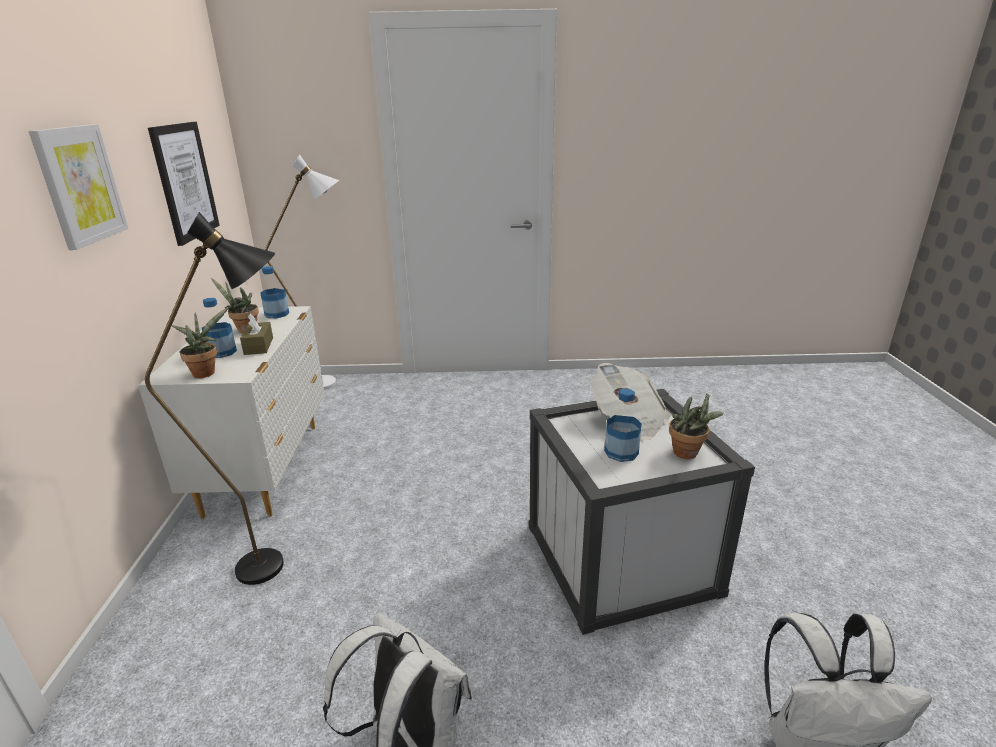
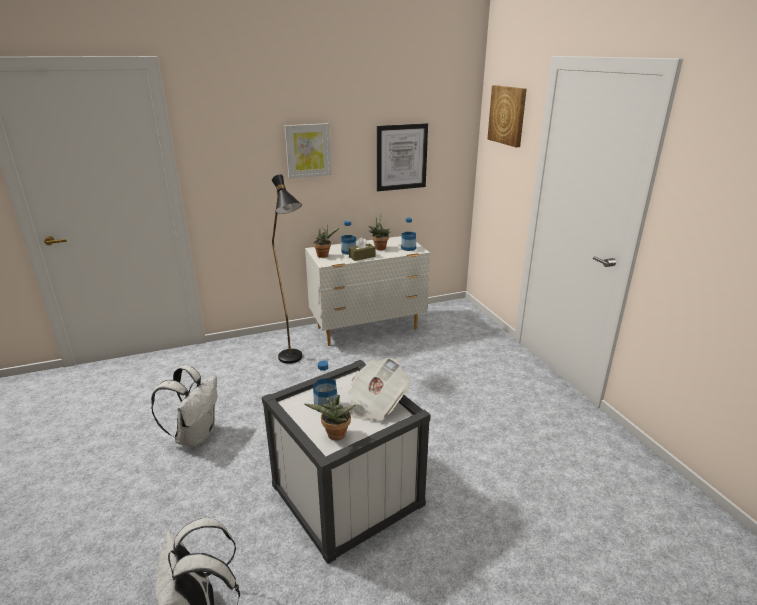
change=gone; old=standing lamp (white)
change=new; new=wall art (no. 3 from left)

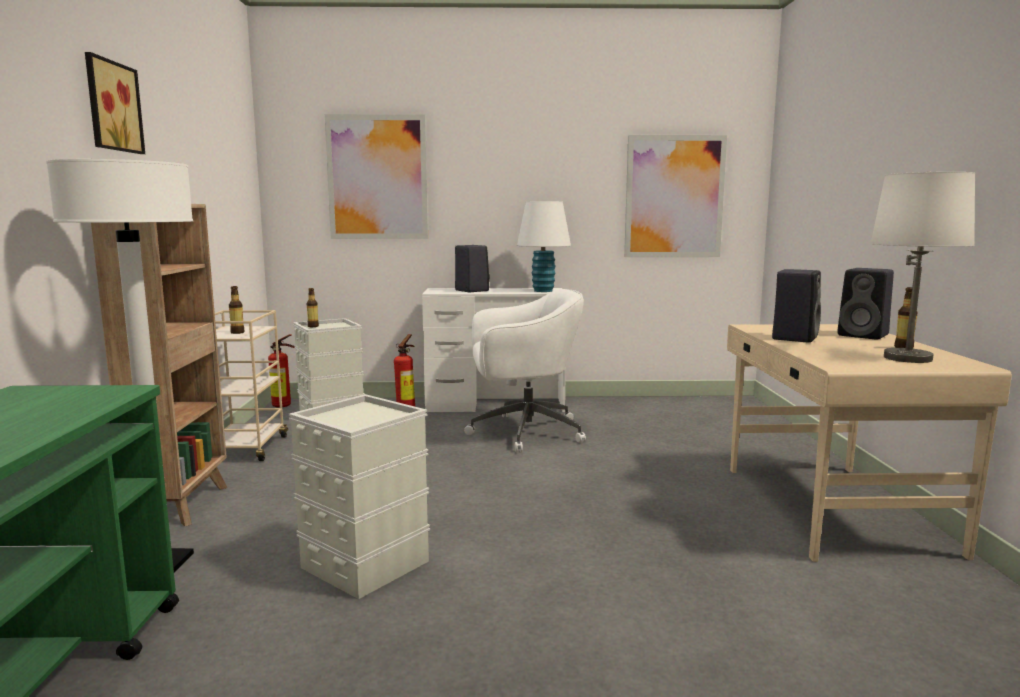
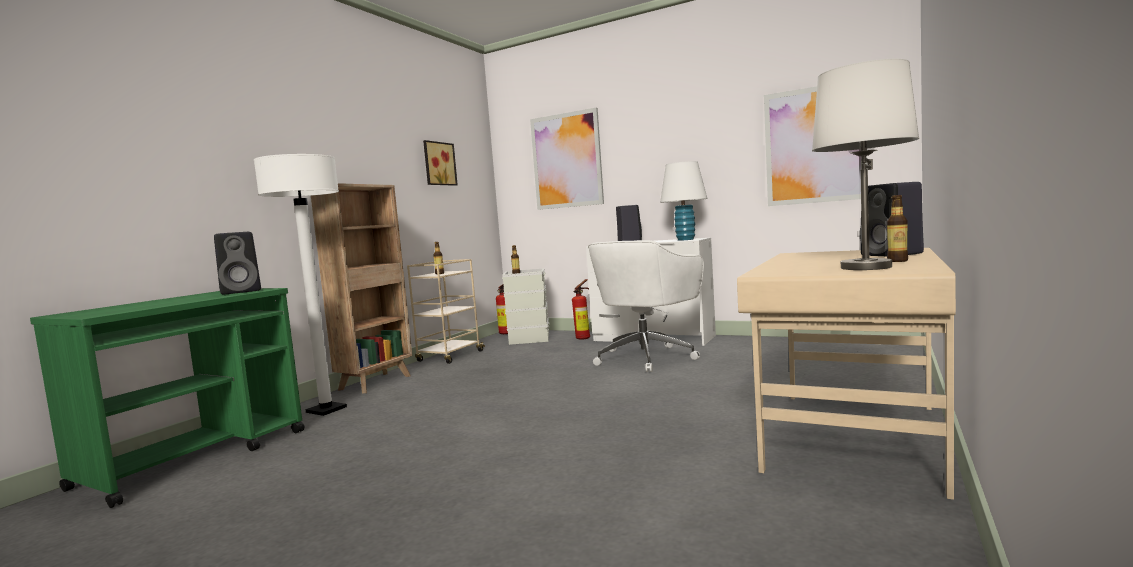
change=shifted; old=wall art (no. 1 from left)
change=gone; old=storage bin (greyish) (no. 2 from left)
change=rotated; old=desk chair (white); degrees=105
change=shifted; old=loudspeaker (black) (no. 2 from left in the first image); new=loudspeaker (black) (no. 1 from left)

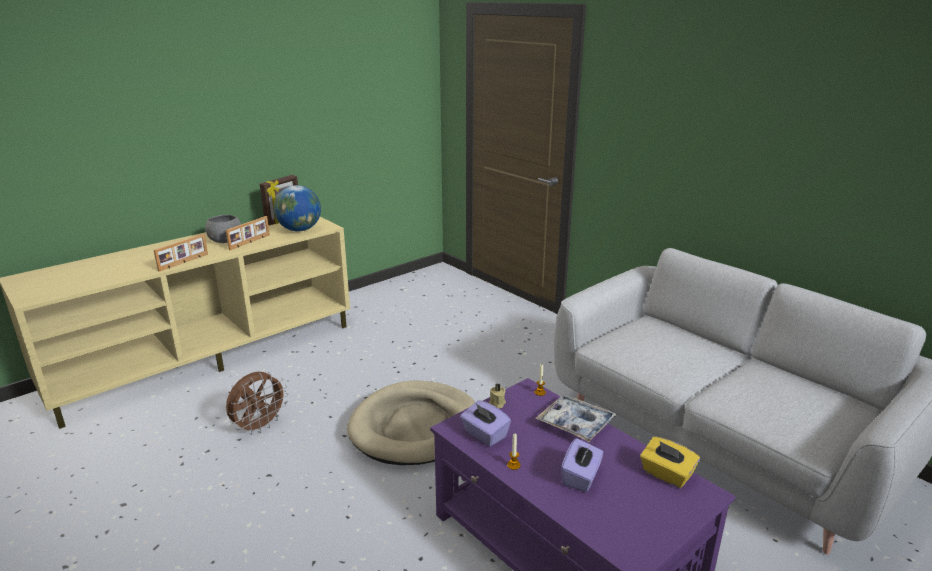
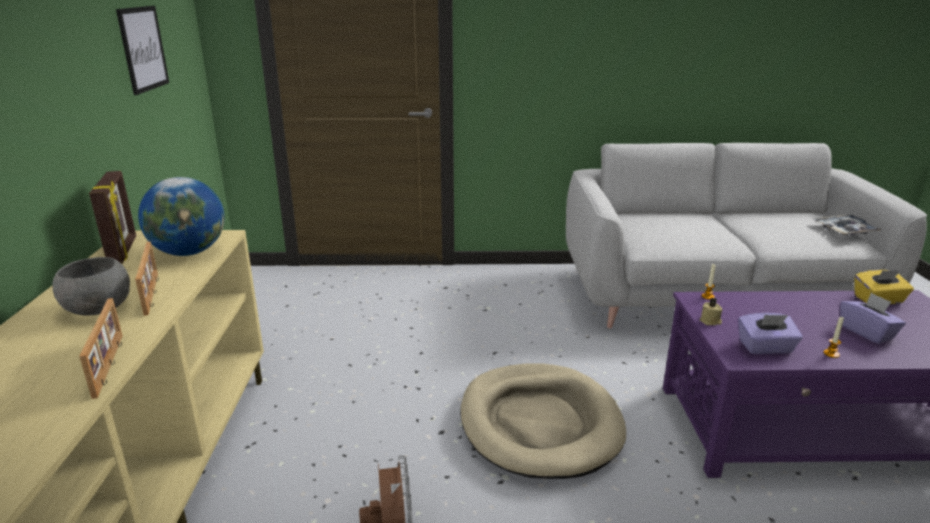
change=shifted; old=serving tray
change=new; new=wall art

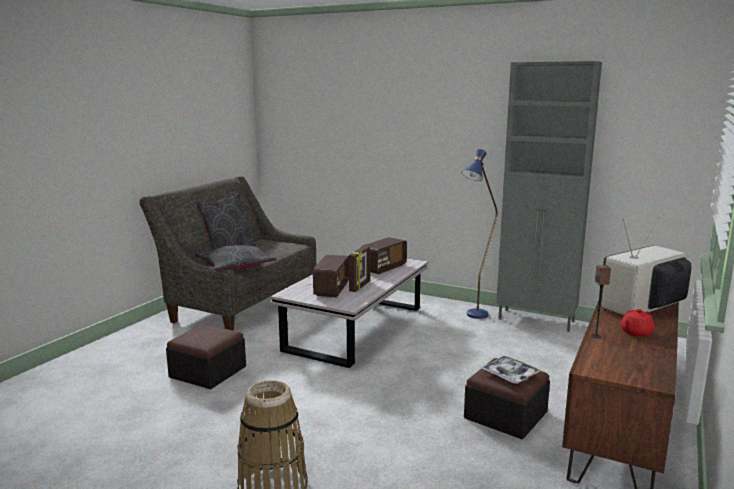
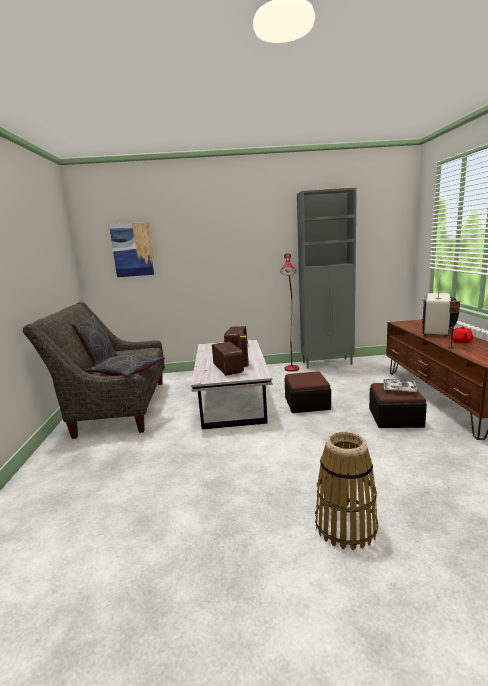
change=shifted; old=footrest (no. 1 from left)
change=repainted; old=standing lamp (blue-coloured); new=standing lamp (reddish)
change=new; new=wall art

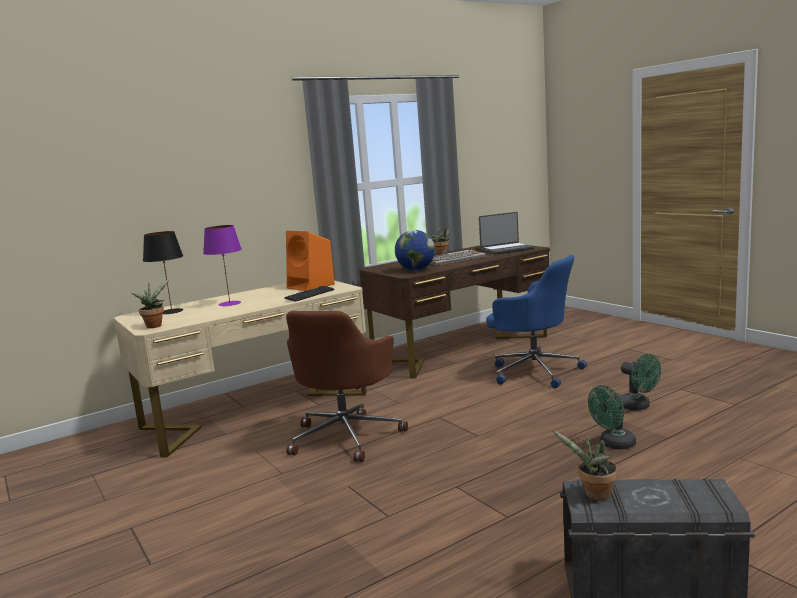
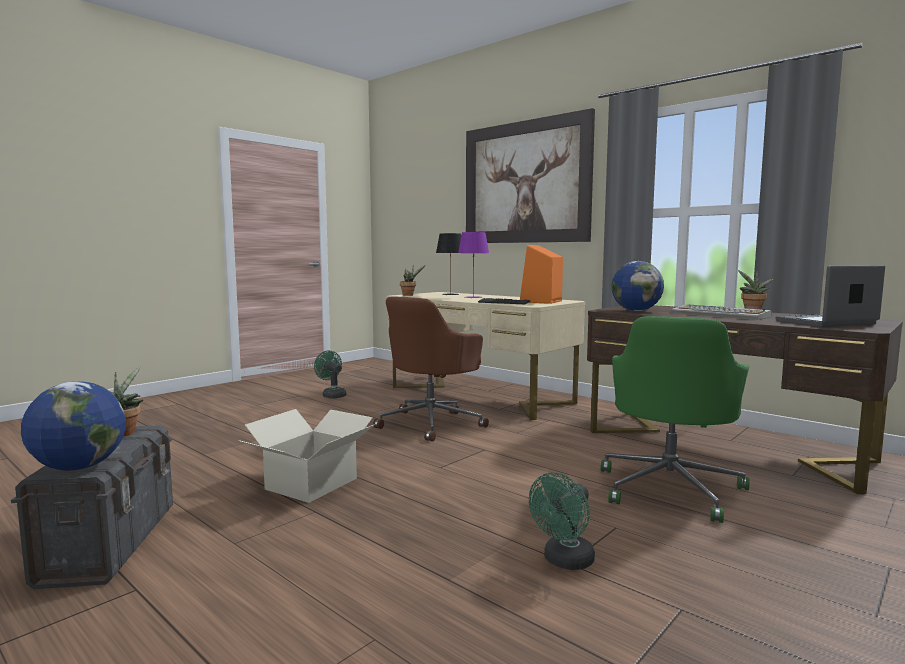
change=rotated; old=desk chair (brown-coloured); degrees=-60
change=rotated; old=notebook computer; degrees=105
change=repainted; old=desk chair (blue-coloured); new=desk chair (green)
change=shifted; old=cooling fan (green) (no. 1 from left)
change=new; new=desk globe (no. 1 from left)
change=new; new=carton
change=new; new=wall art

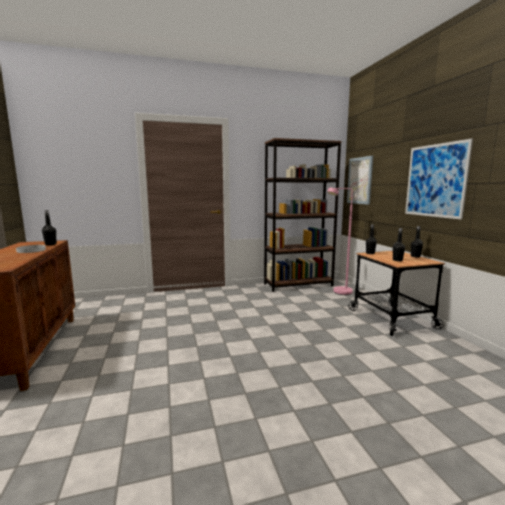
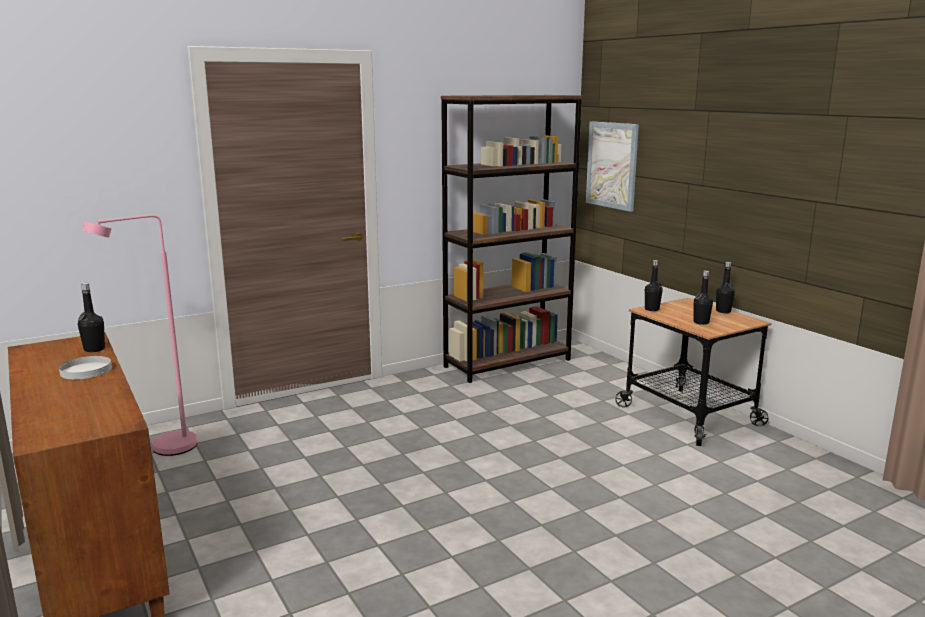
change=shifted; old=standing lamp (pink-coloured)
change=gone; old=wall art (no. 2 from left)

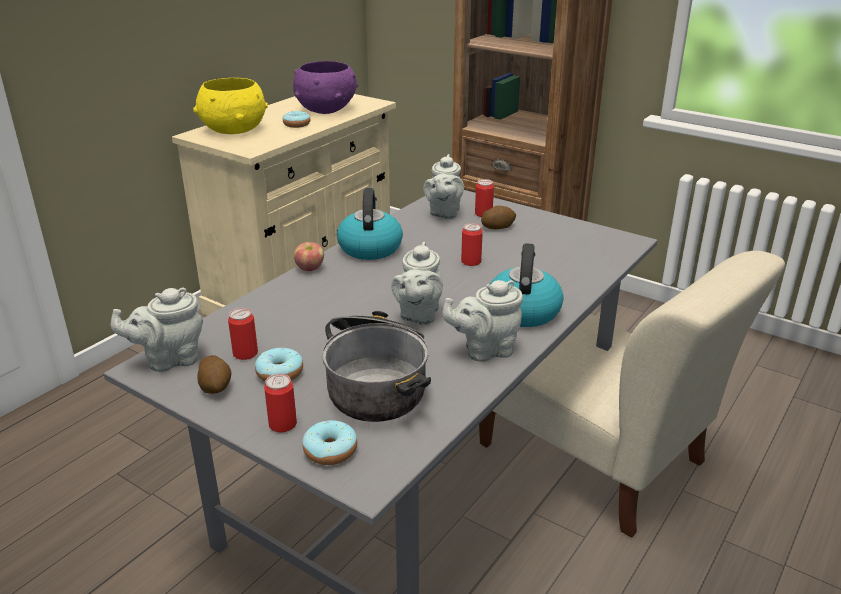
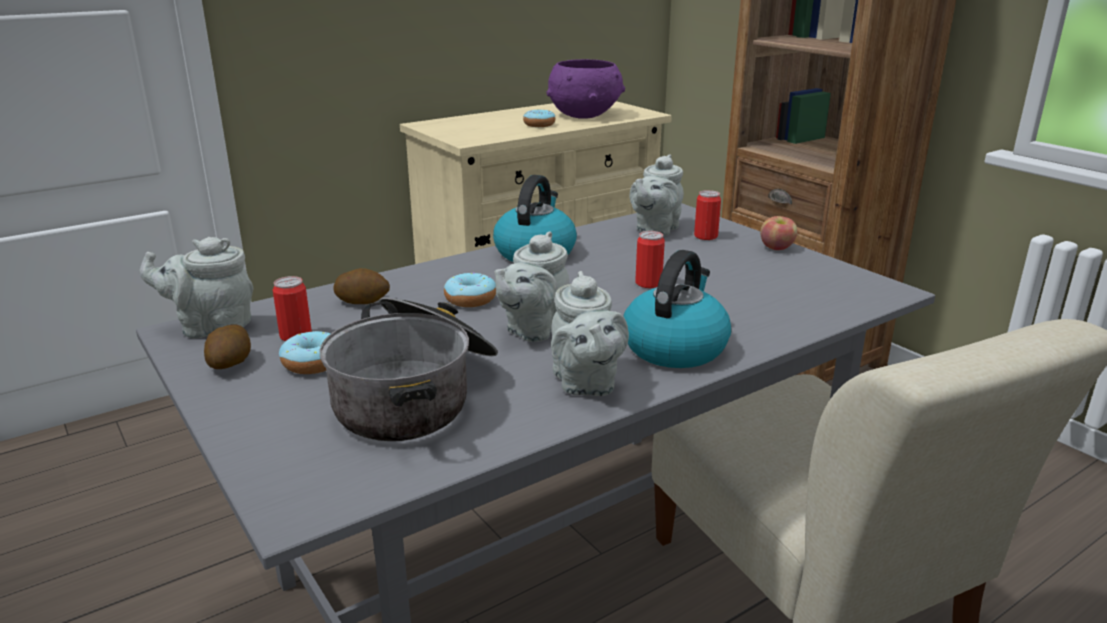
change=gone; old=deep dish (yellow)
change=gone; old=can (no. 2 from left)
change=shifted; old=apple fruit
change=shifted; old=doughnut (no. 3 from left in the first image); new=doughnut (no. 2 from left)
change=rotated; old=tea pot (greyish) (no. 4 from left in the first image); degrees=-105
change=shifted; old=spud (no. 2 from left)

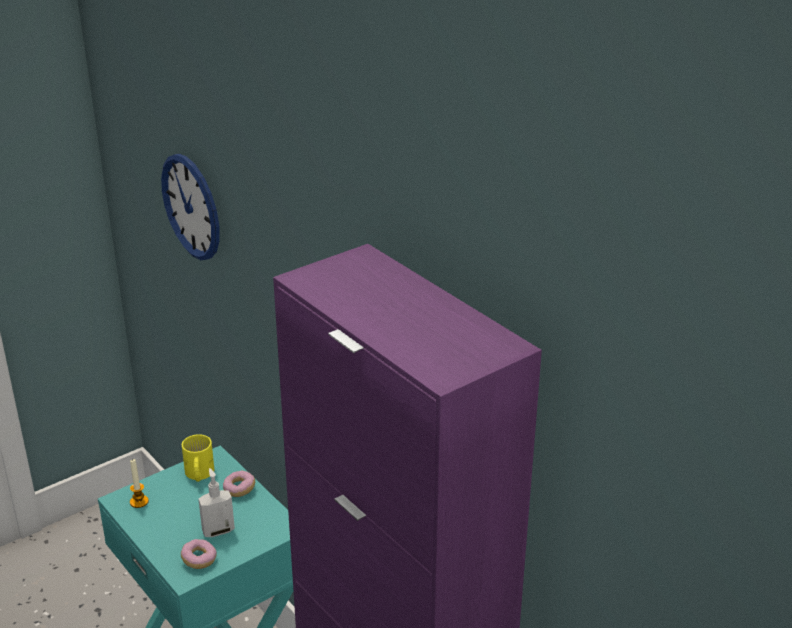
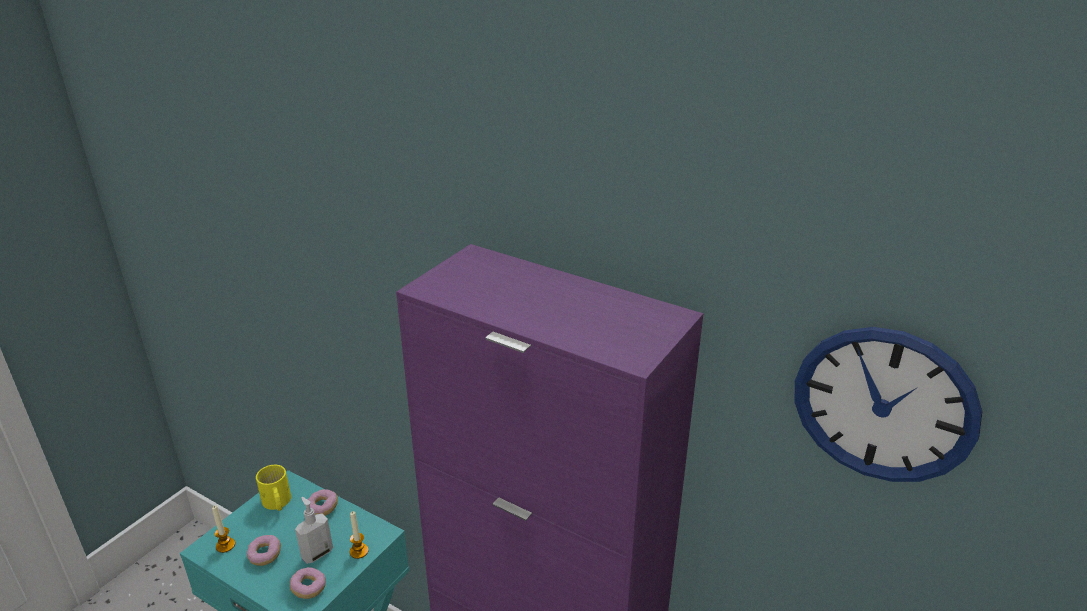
change=shifted; old=wall clock
change=new; new=doughnut (no. 1 from left)
change=new; new=wax light (no. 2 from left)

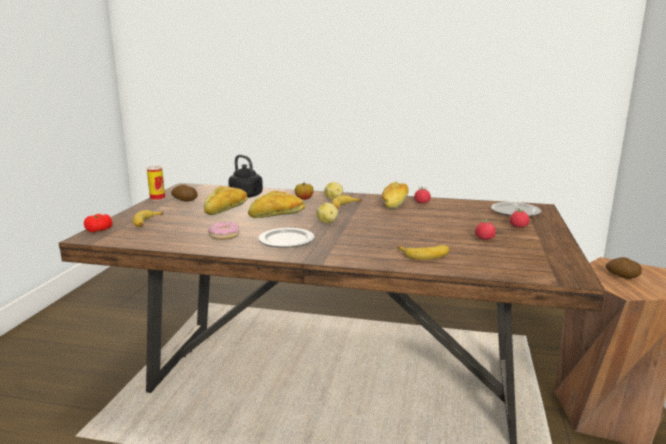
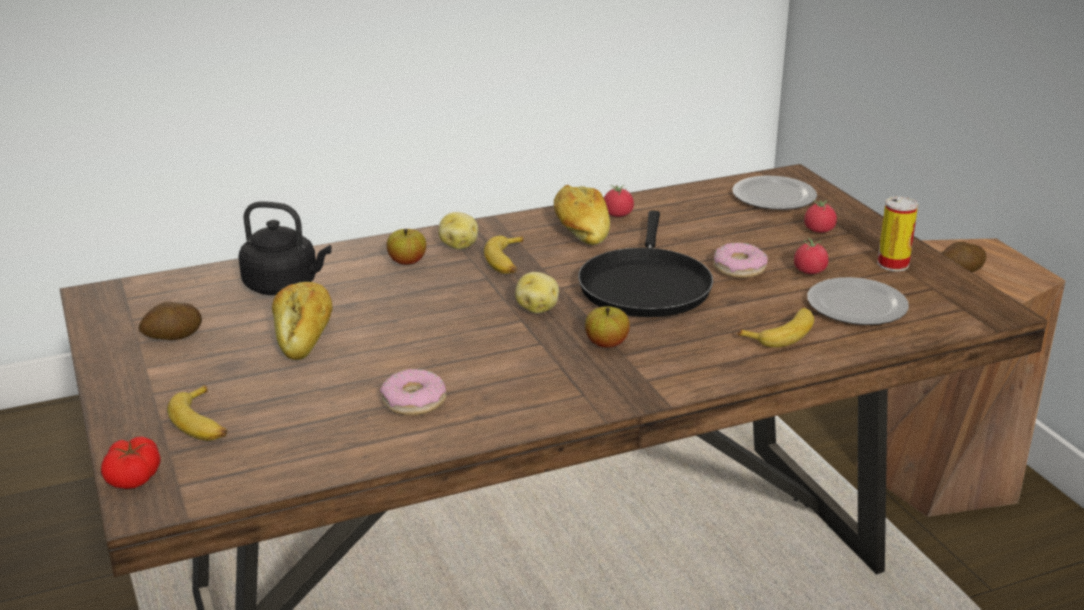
change=shifted; old=can
change=gone; old=bakery bread (no. 2 from left)
change=shifted; old=flat dish (no. 1 from left in the first image); new=flat dish (no. 2 from left)
change=new; new=skillet (black)
change=new; new=apple fruit (no. 2 from left)
change=new; new=doughnut (no. 2 from left)

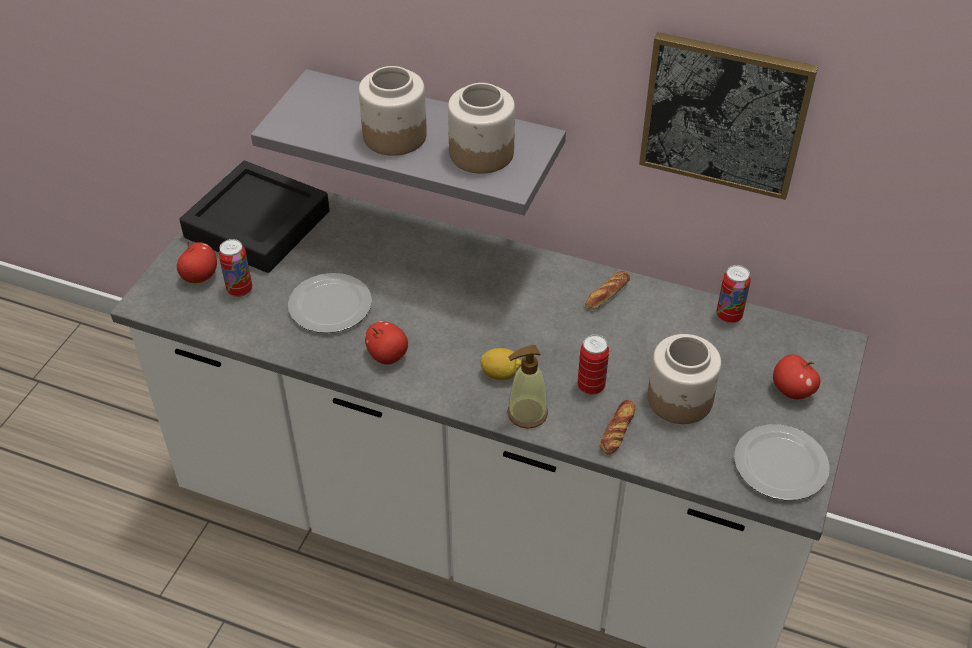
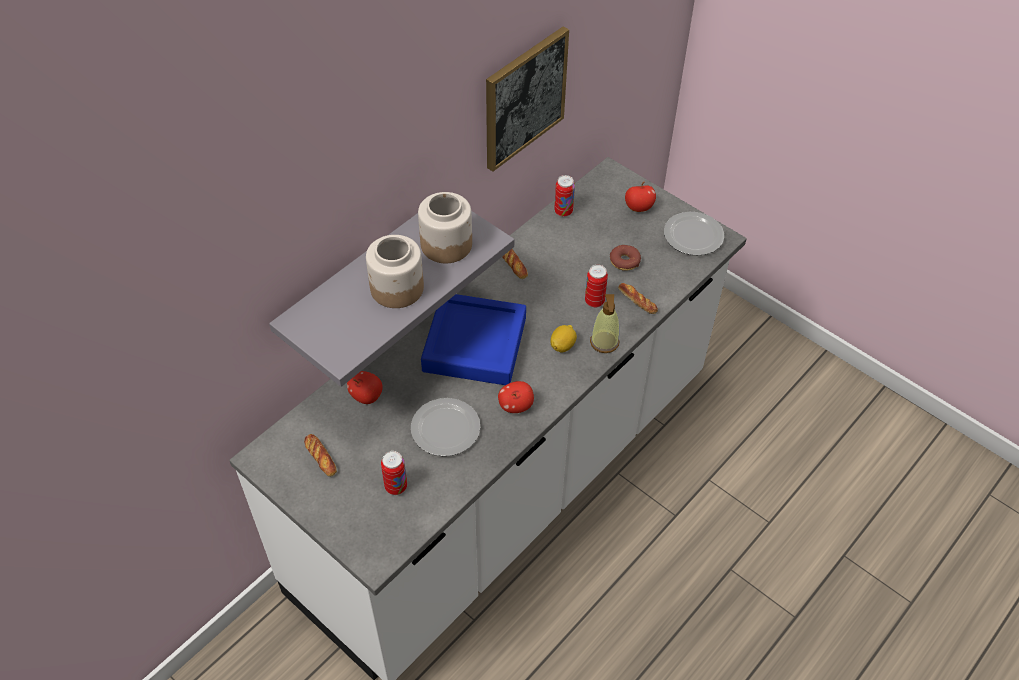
change=shifted; old=apple fruit (no. 1 from left)
change=swapped; old=serving tray (black); new=bakery bread (no. 1 from left)
change=swapped; old=jar (no. 3 from left); new=doughnut
change=new; new=serving tray (blue-coloured)

